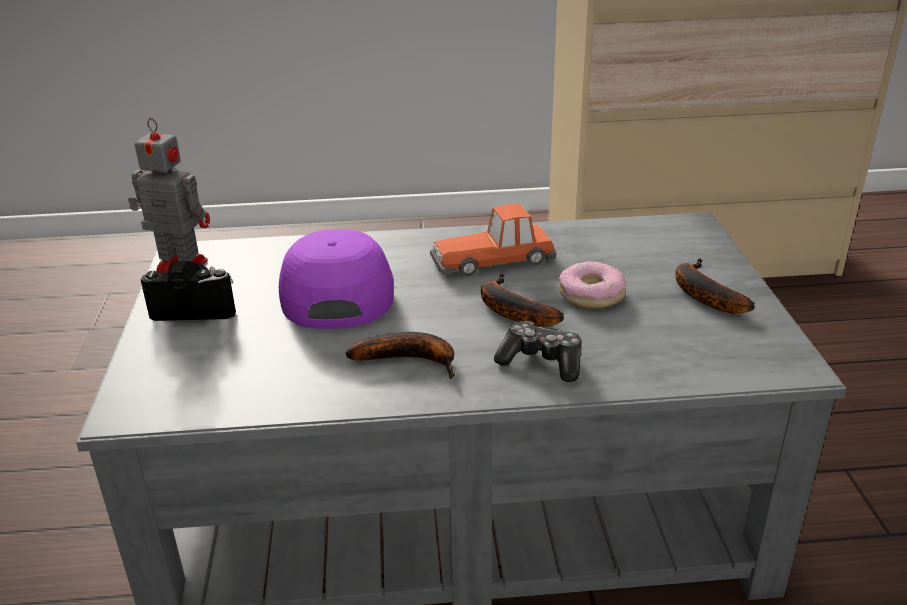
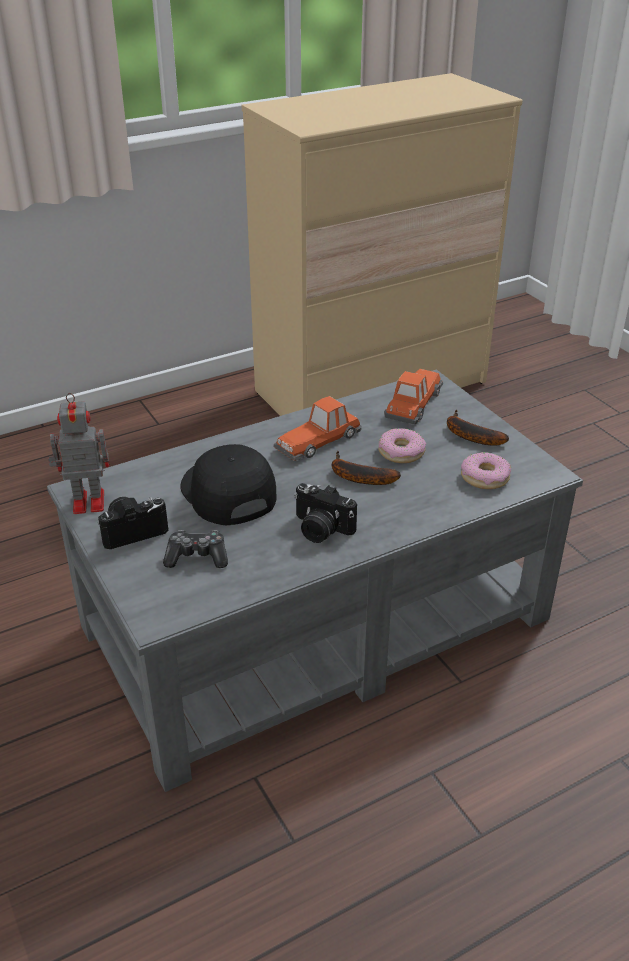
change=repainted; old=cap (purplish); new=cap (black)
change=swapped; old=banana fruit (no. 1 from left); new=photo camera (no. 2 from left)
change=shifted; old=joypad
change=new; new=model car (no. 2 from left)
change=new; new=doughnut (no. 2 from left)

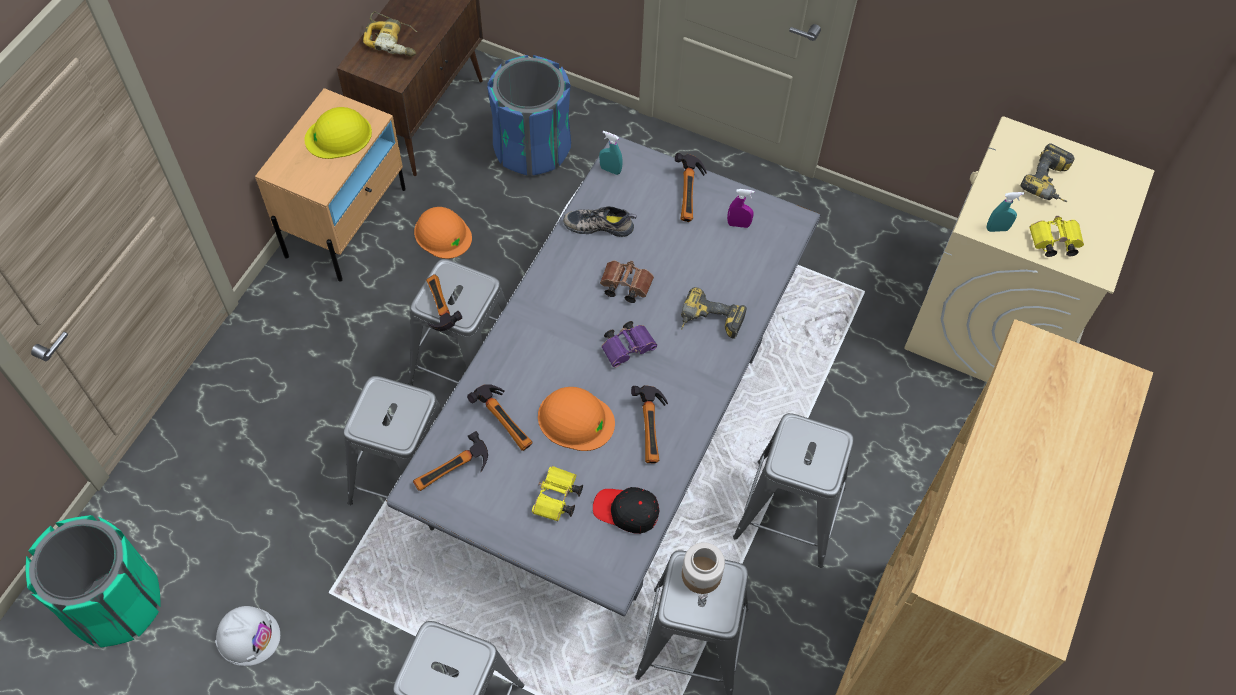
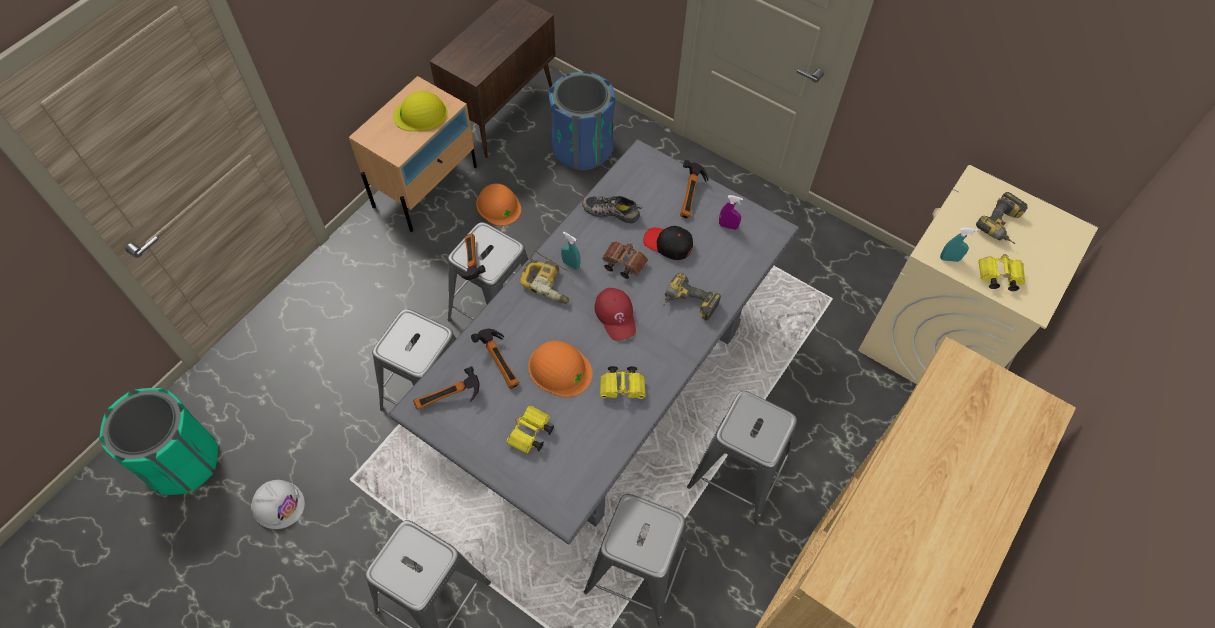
change=shifted; old=electric drill (no. 1 from left)
change=shifted; old=cap (black)
change=shifted; old=hand sprayer (turquoise-coloured) (no. 1 from left)
change=swapped; old=binoculars (purplish); new=cap (reddish)
change=swapped; old=hand hammer (no. 4 from left); new=binoculars (yellow) (no. 2 from left)
change=gone; old=jar

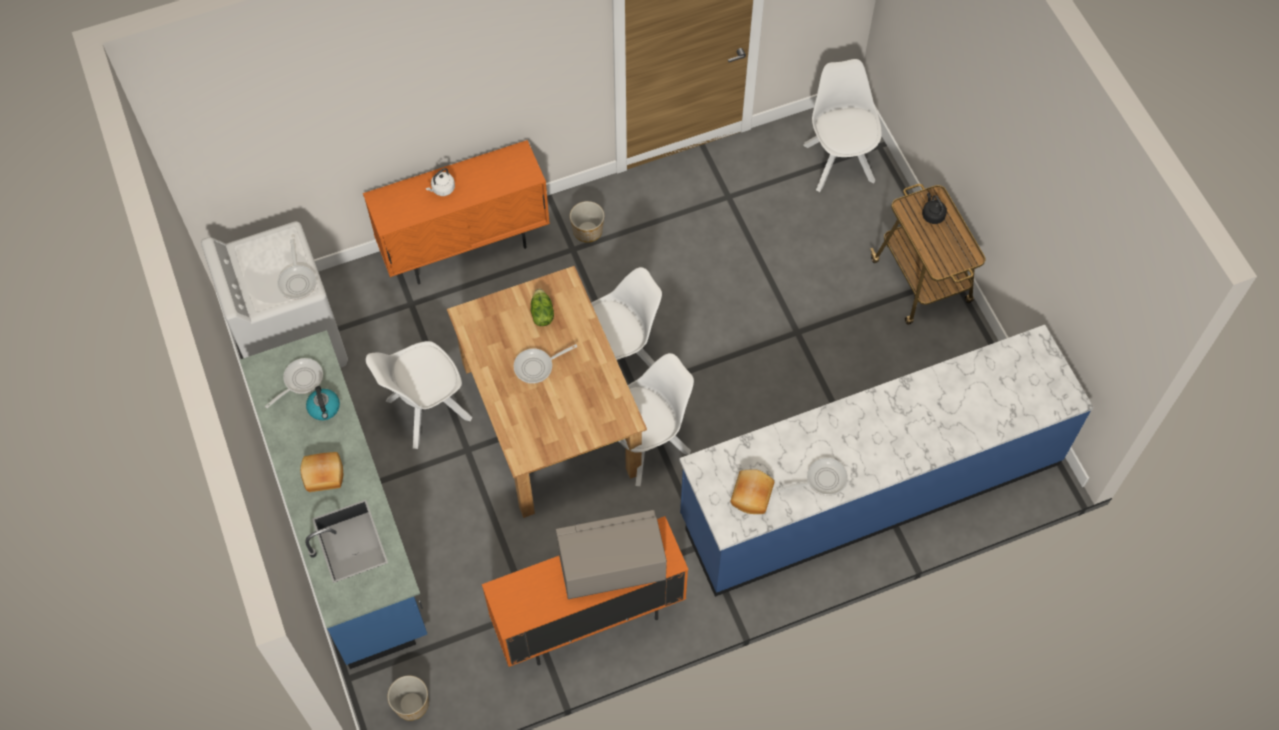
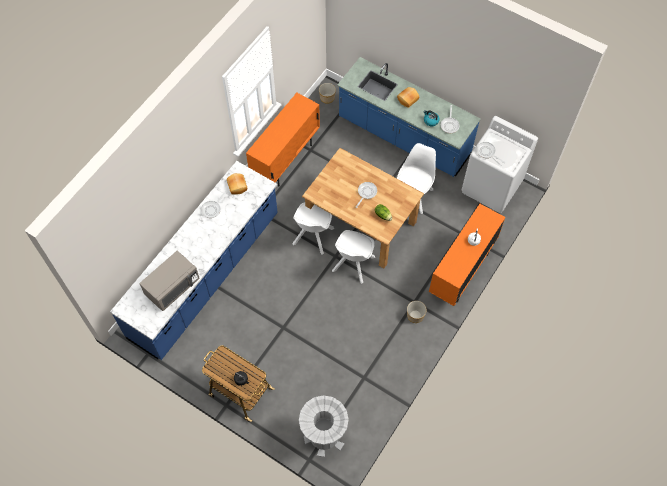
change=shifted; old=microwave oven (greyish)
change=swapped; old=upright chair (white) (no. 4 from left); new=rubbish bin (greyish)

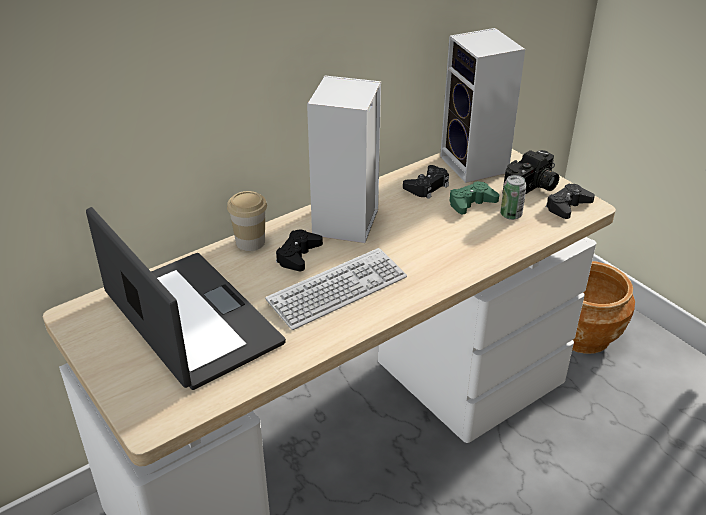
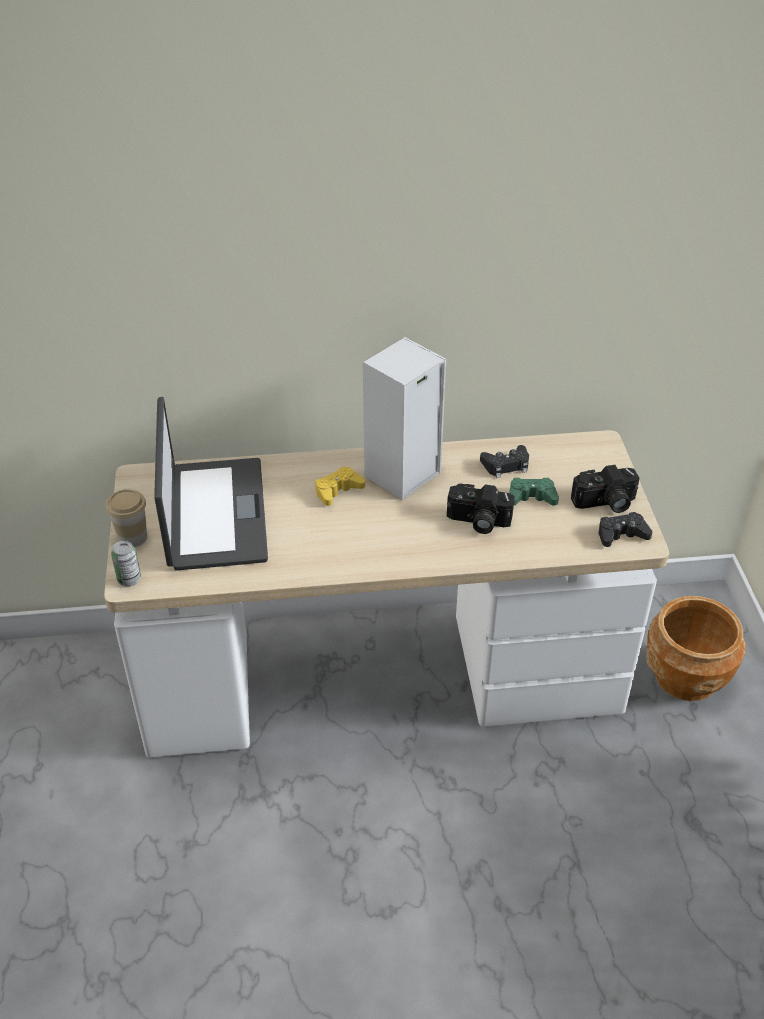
change=shifted; old=drinking cup
change=gone; old=PC keyboard
change=repainted; old=joypad (black) (no. 1 from left); new=joypad (yellow)
change=gone; old=loudspeaker (no. 2 from left)
change=shifted; old=can
change=new; new=photo camera (no. 1 from left)

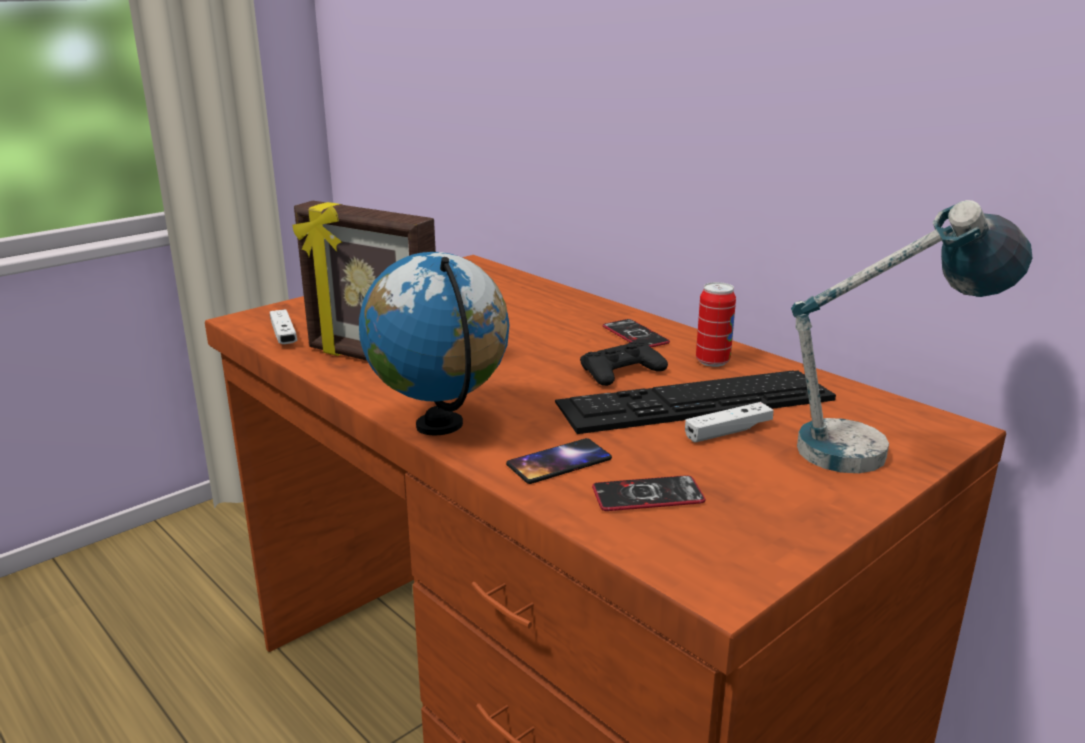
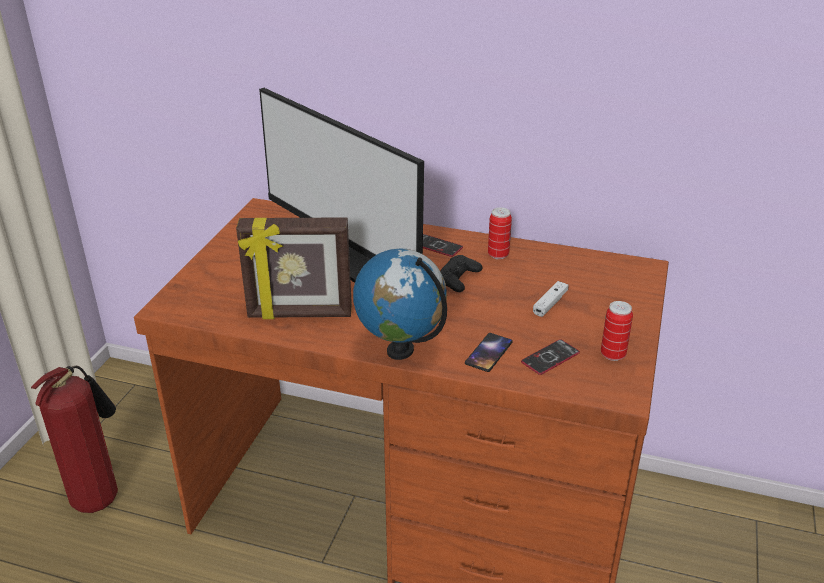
change=gone; old=joypad (white) (no. 1 from left)
change=gone; old=PC keyboard
change=gone; old=table lamp
change=new; new=fire-fighting cylinder
change=new; new=computer display
change=new; new=can (no. 2 from left)

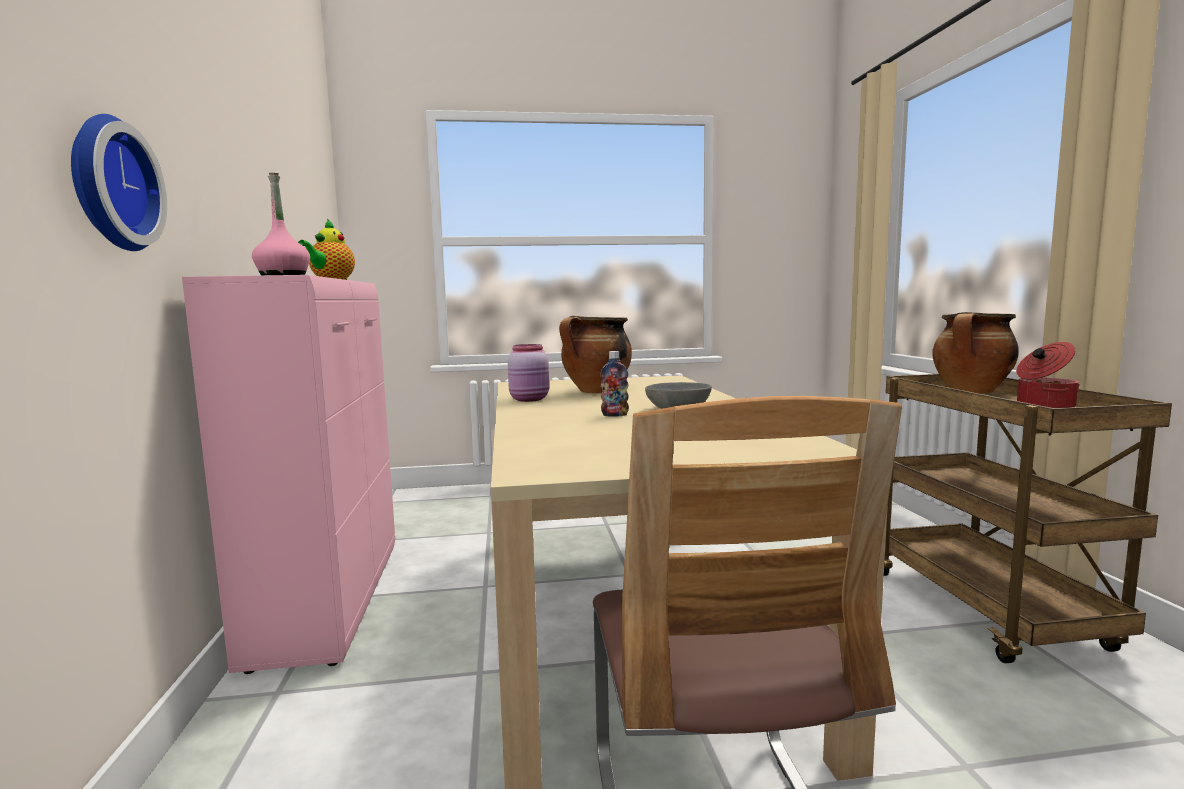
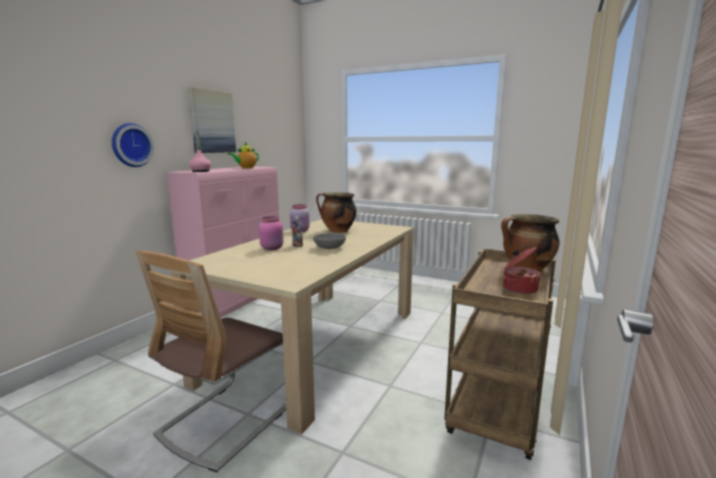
change=new; new=wall art
change=new; new=jar (pink-coloured) (no. 1 from left)

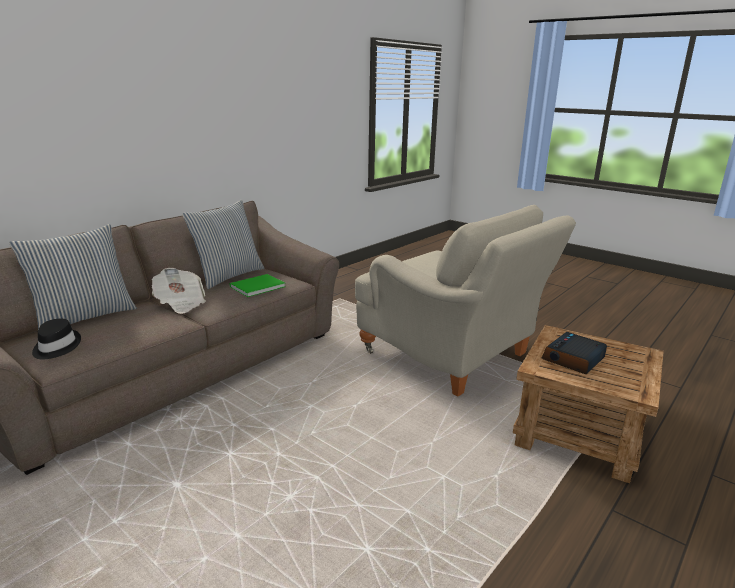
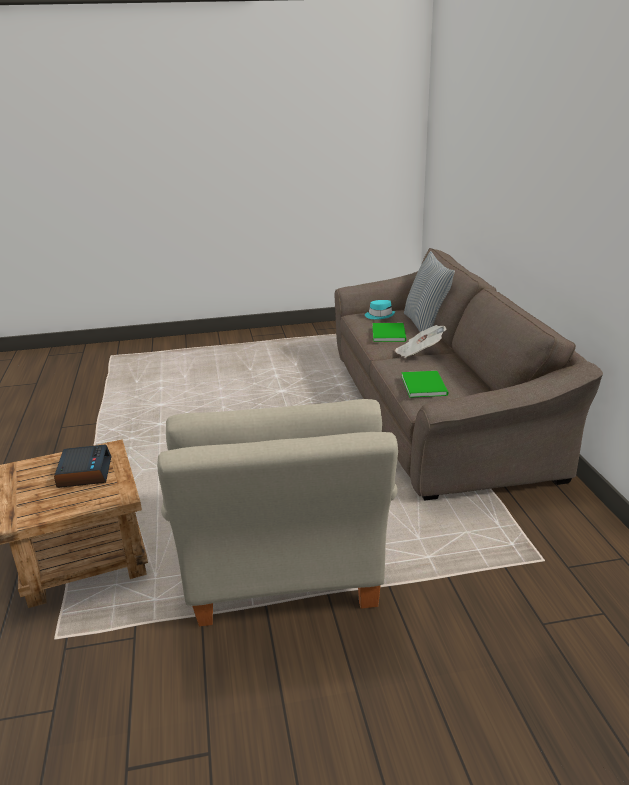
change=repainted; old=clothing hat (black); new=clothing hat (turquoise-coloured)
change=gone; old=cushion (no. 2 from left)
change=rotated; old=lounge chair (beige-coloured); degrees=-90
change=new; new=book (green) (no. 1 from left)

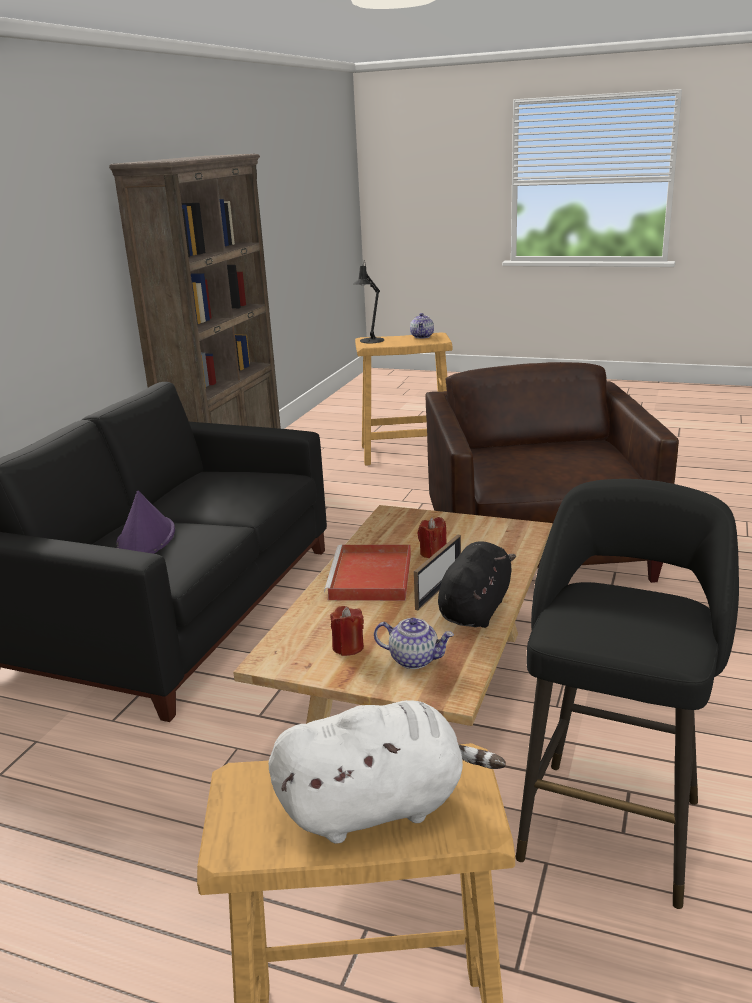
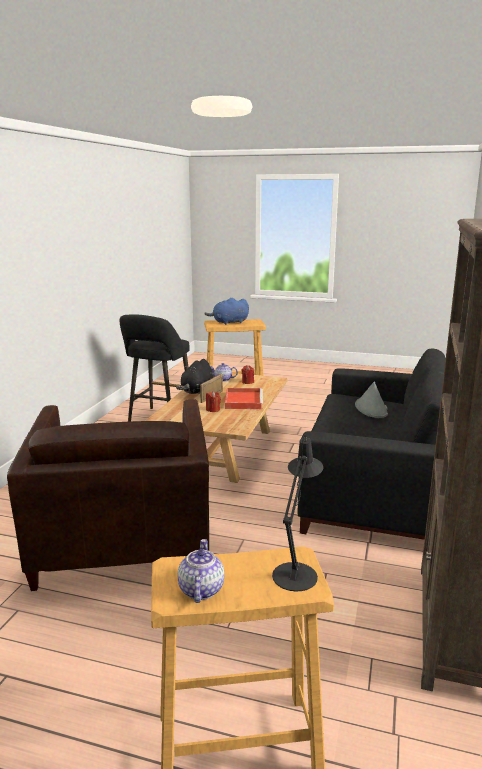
change=repainted; old=clothing hat (purplish); new=clothing hat (greyish)
change=repainted; old=cuddly toy (white); new=cuddly toy (blue-coloured)

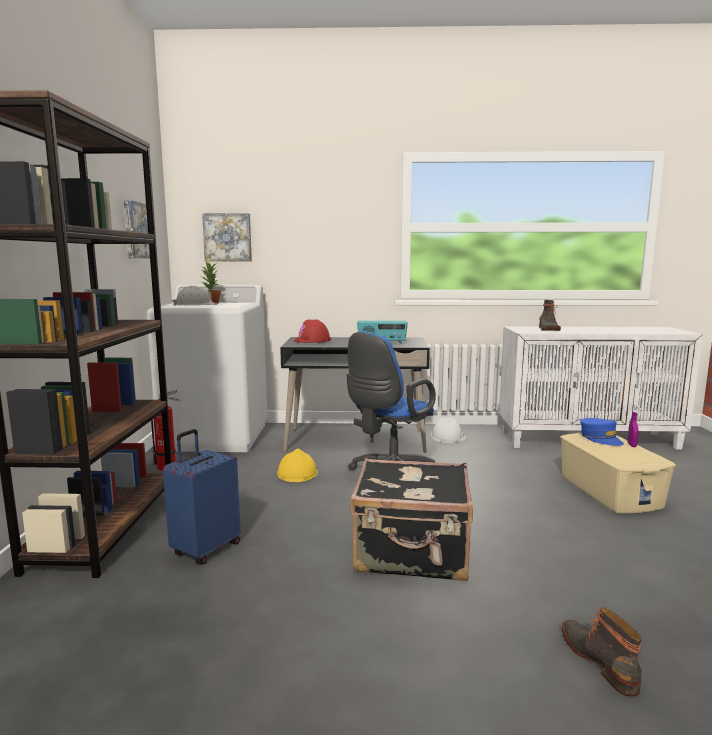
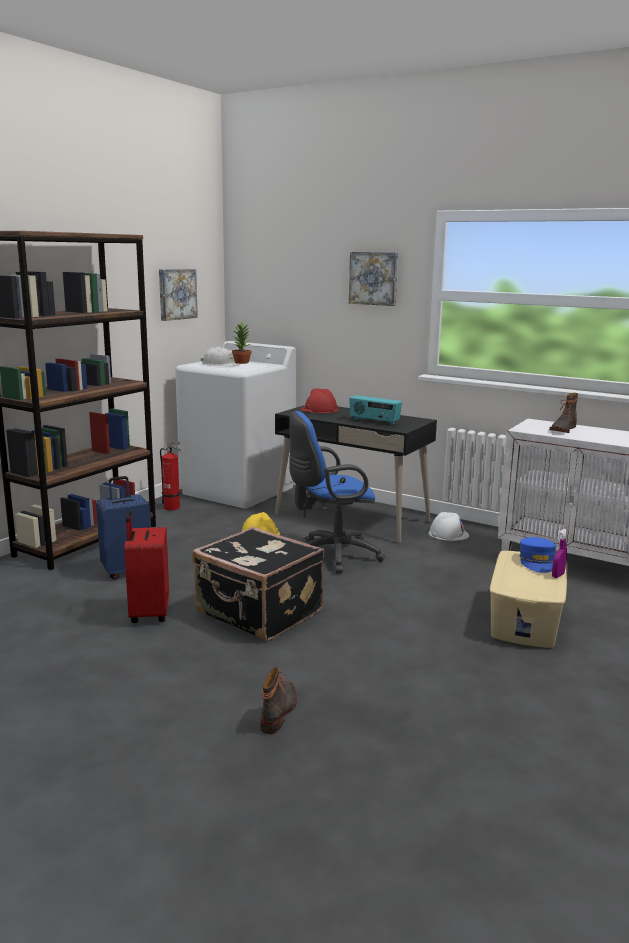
change=shifted; old=wall art (no. 2 from left)
change=new; new=suitcase (reddish)

